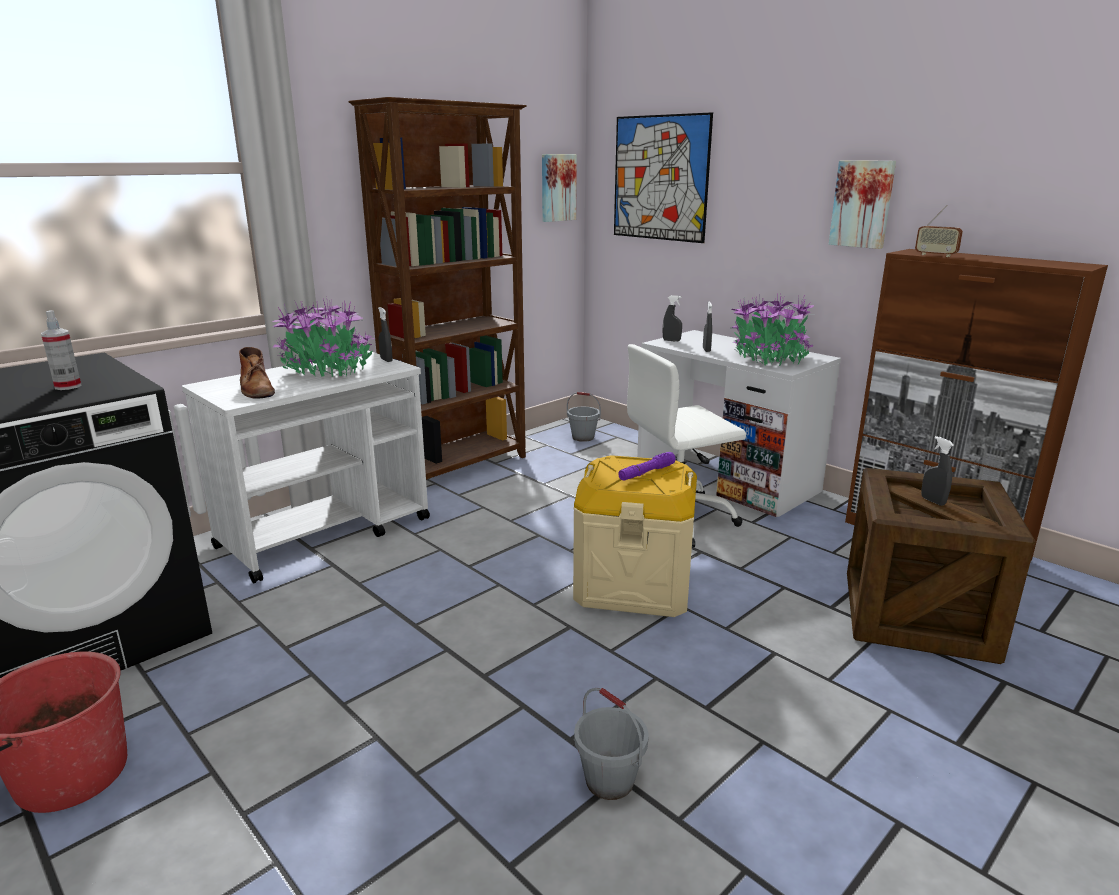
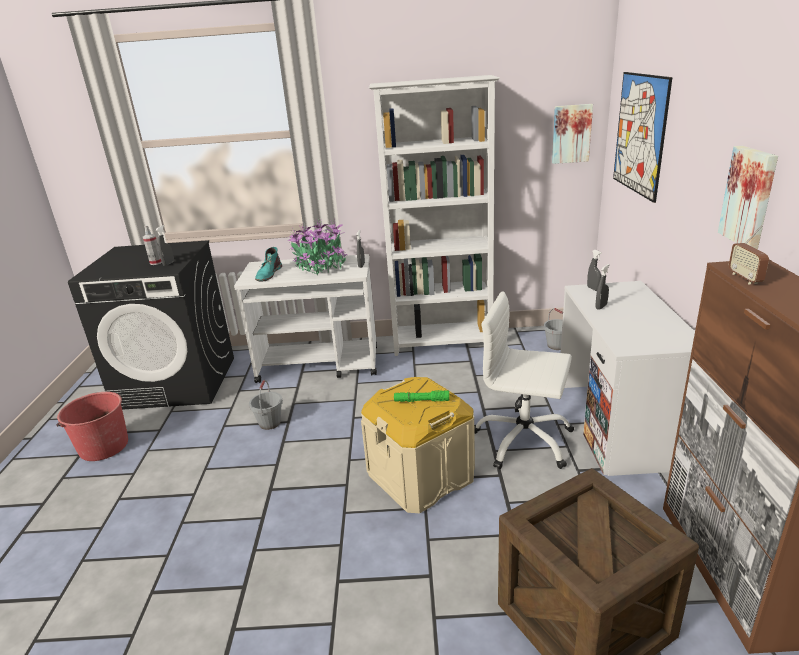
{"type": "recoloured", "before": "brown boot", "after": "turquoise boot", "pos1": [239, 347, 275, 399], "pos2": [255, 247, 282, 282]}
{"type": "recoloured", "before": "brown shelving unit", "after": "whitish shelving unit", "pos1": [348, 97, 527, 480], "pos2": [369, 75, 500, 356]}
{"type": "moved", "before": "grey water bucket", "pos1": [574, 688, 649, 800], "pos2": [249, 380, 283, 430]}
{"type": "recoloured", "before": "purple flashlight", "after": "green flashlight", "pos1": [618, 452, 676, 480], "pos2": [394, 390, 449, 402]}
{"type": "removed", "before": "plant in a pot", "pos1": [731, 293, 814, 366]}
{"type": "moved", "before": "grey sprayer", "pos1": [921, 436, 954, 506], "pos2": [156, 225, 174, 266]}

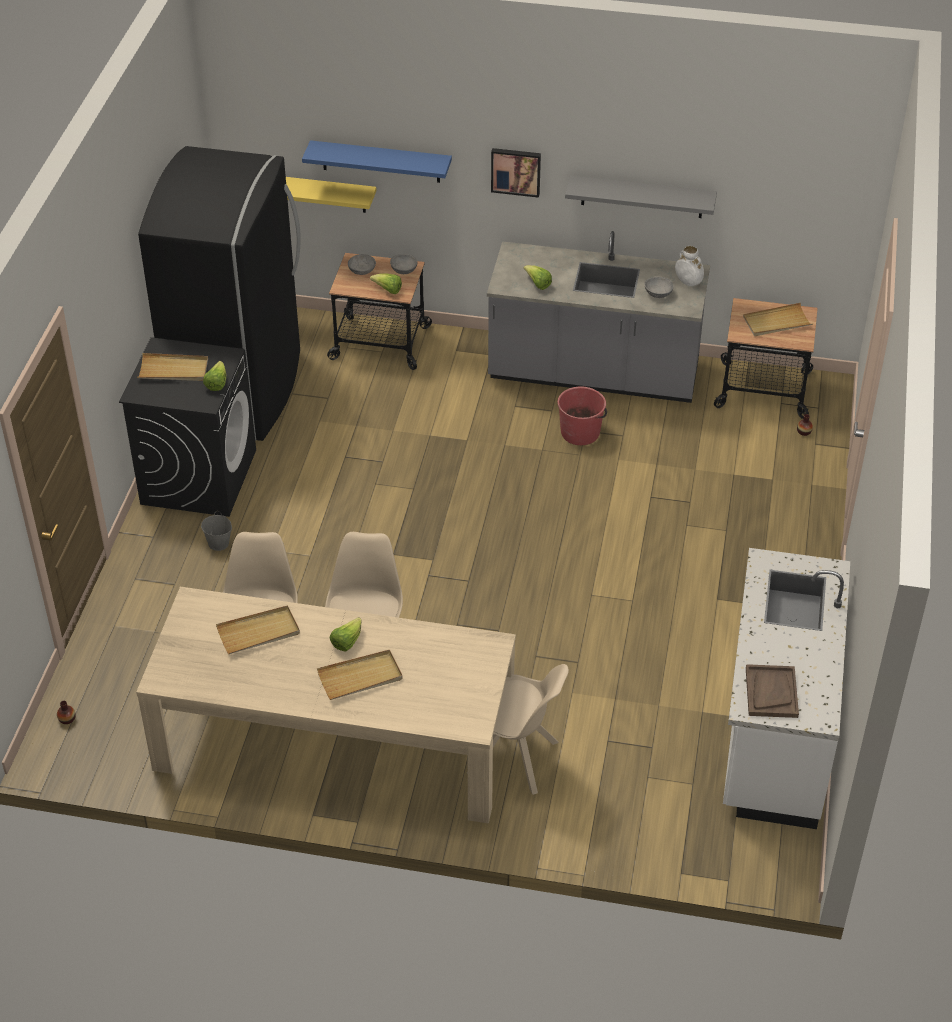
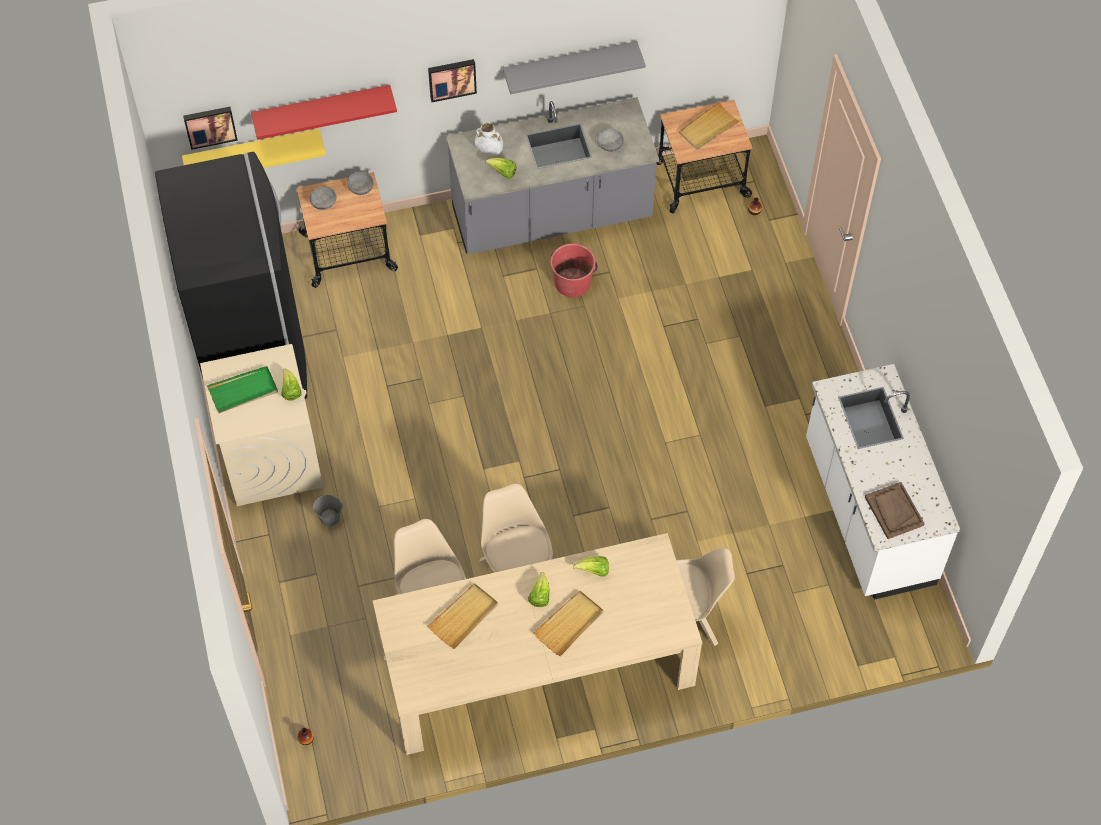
{"type": "recoloured", "before": "blackish washing machine", "after": "beige washing machine", "pos1": [119, 337, 256, 517], "pos2": [200, 344, 323, 506]}
{"type": "recoloured", "before": "beige tray", "after": "green tray", "pos1": [137, 353, 208, 381], "pos2": [207, 366, 278, 413]}
{"type": "recoloured", "before": "blue bracket shelf", "after": "red-coloured bracket shelf", "pos1": [302, 140, 452, 183], "pos2": [251, 85, 397, 140]}
{"type": "moved", "before": "lettuce head", "pos1": [370, 273, 402, 294], "pos2": [573, 556, 609, 577]}
{"type": "moved", "before": "whitish vase", "pos1": [675, 246, 704, 286], "pos2": [475, 123, 503, 156]}
{"type": "added", "after": "wall picture", "pos2": [183, 107, 238, 150]}

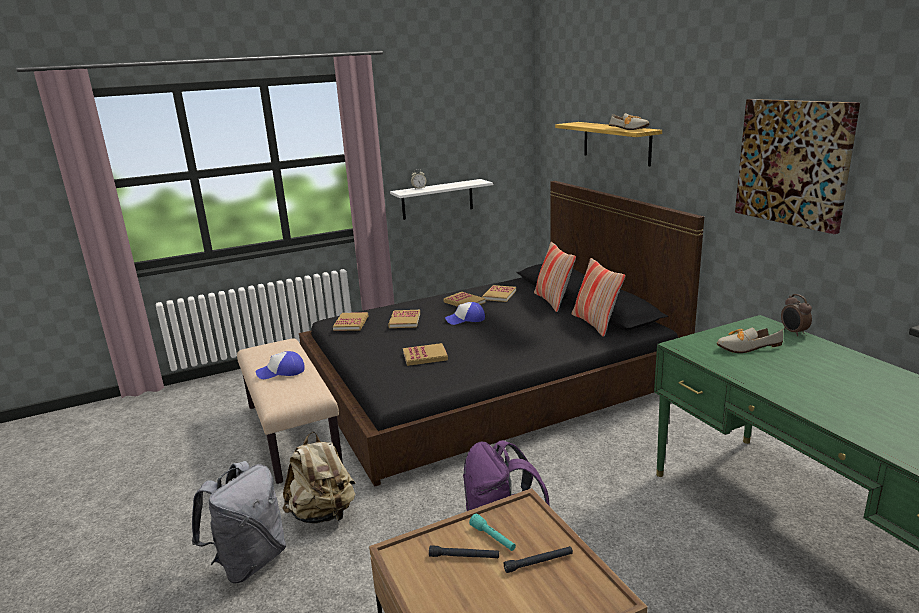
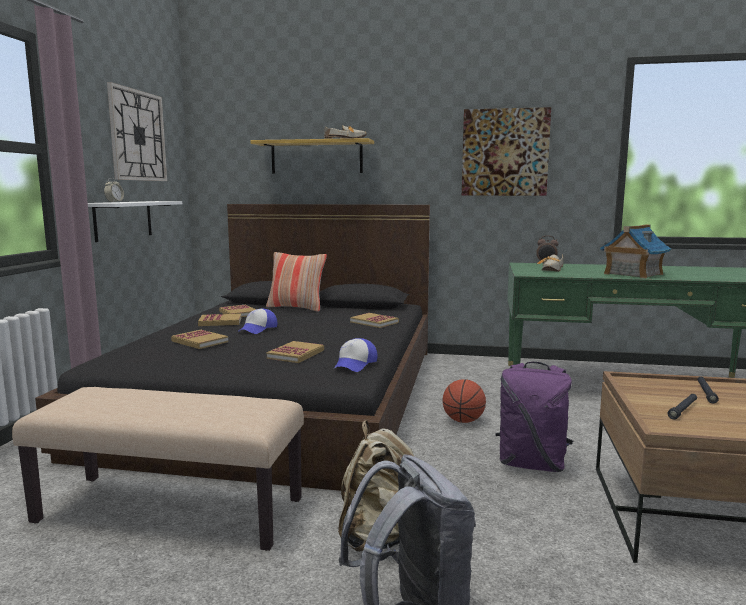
{"type": "moved", "before": "baseball cap", "pos1": [256, 351, 305, 379], "pos2": [334, 338, 377, 372]}
{"type": "moved", "before": "book", "pos1": [333, 312, 368, 331], "pos2": [350, 313, 399, 328]}
{"type": "removed", "before": "turquoise flashlight", "pos1": [469, 514, 516, 551]}
{"type": "removed", "before": "cushion", "pos1": [572, 258, 625, 337]}
{"type": "added", "after": "wall clock", "pos2": [107, 82, 167, 181]}
{"type": "added", "after": "ball for basketball", "pos2": [442, 379, 486, 423]}
{"type": "added", "after": "toy house", "pos2": [600, 225, 671, 279]}

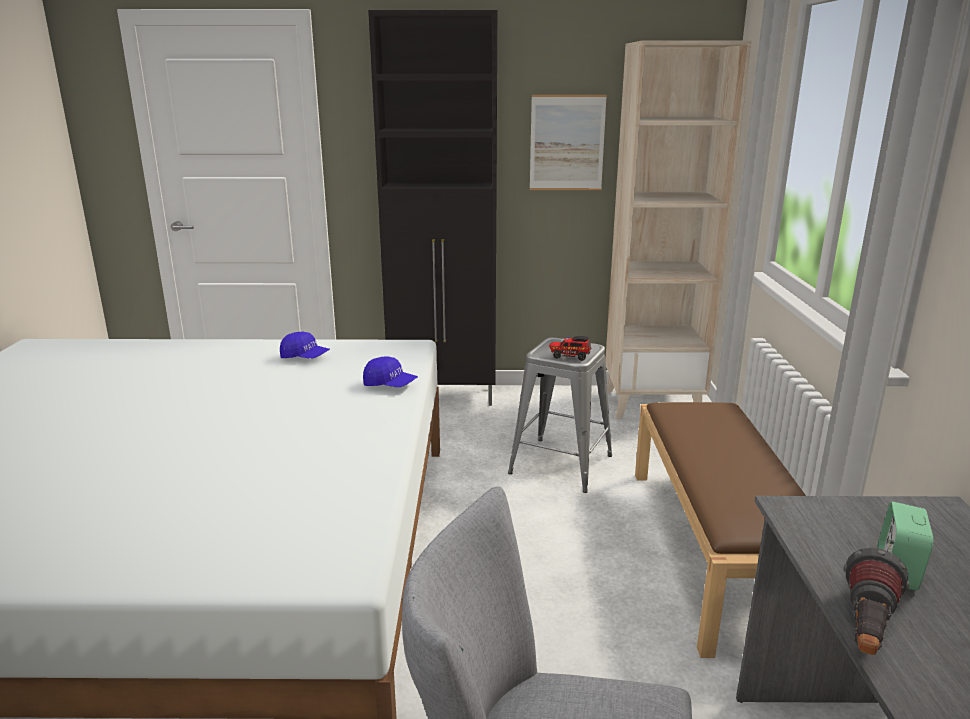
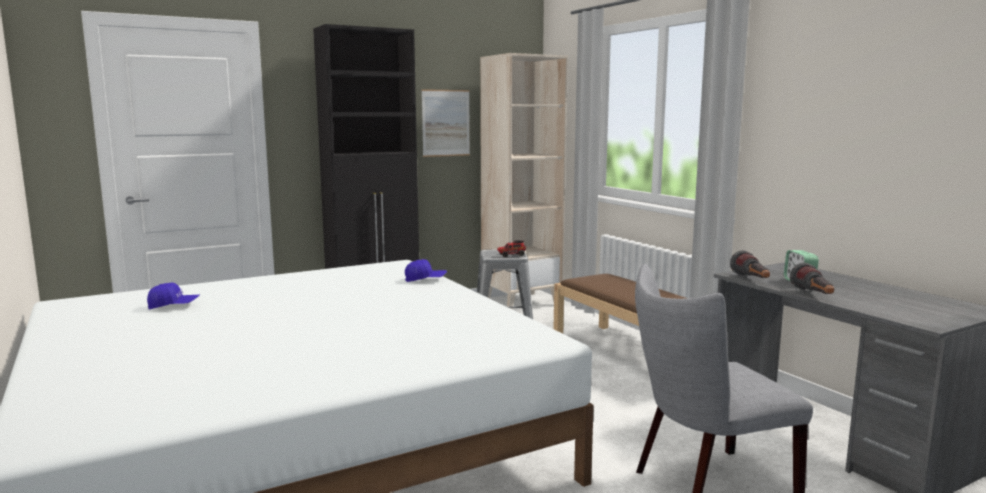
{"type": "moved", "before": "blue baseball cap", "pos1": [280, 332, 330, 359], "pos2": [147, 283, 199, 309]}
{"type": "added", "after": "flashlight", "pos2": [730, 250, 770, 278]}

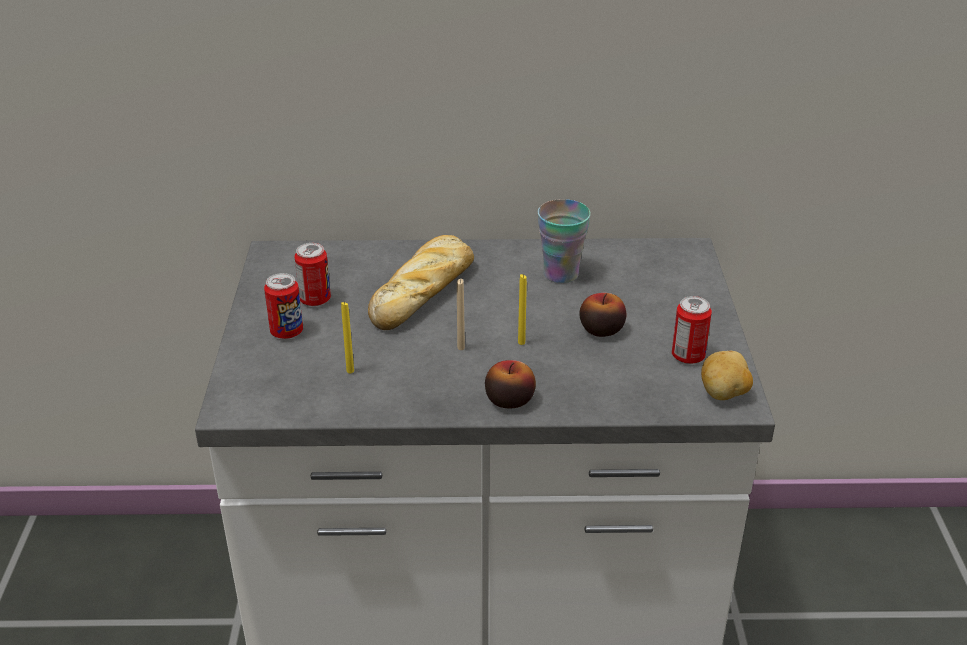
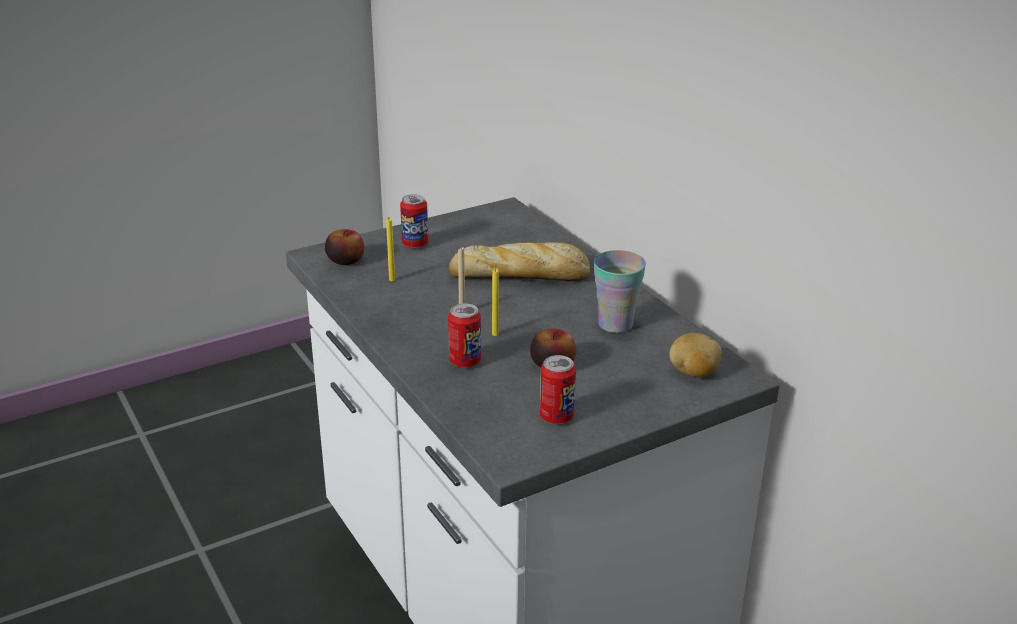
{"type": "moved", "before": "can", "pos1": [294, 243, 331, 306], "pos2": [448, 303, 481, 368]}
{"type": "moved", "before": "apple", "pos1": [485, 360, 536, 408], "pos2": [325, 229, 364, 265]}
{"type": "moved", "before": "spud", "pos1": [701, 350, 753, 400], "pos2": [670, 333, 722, 377]}

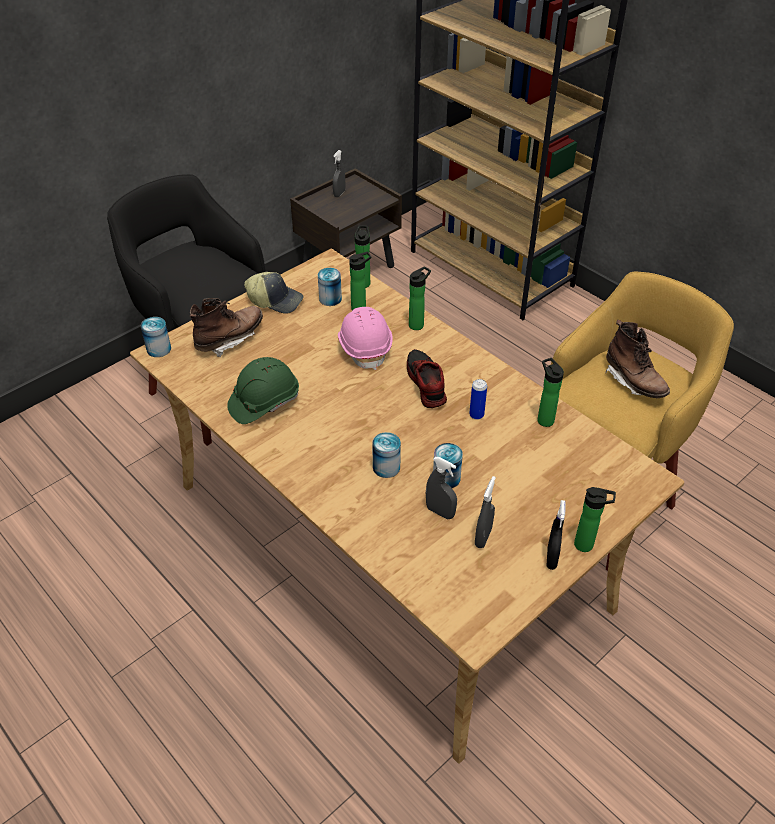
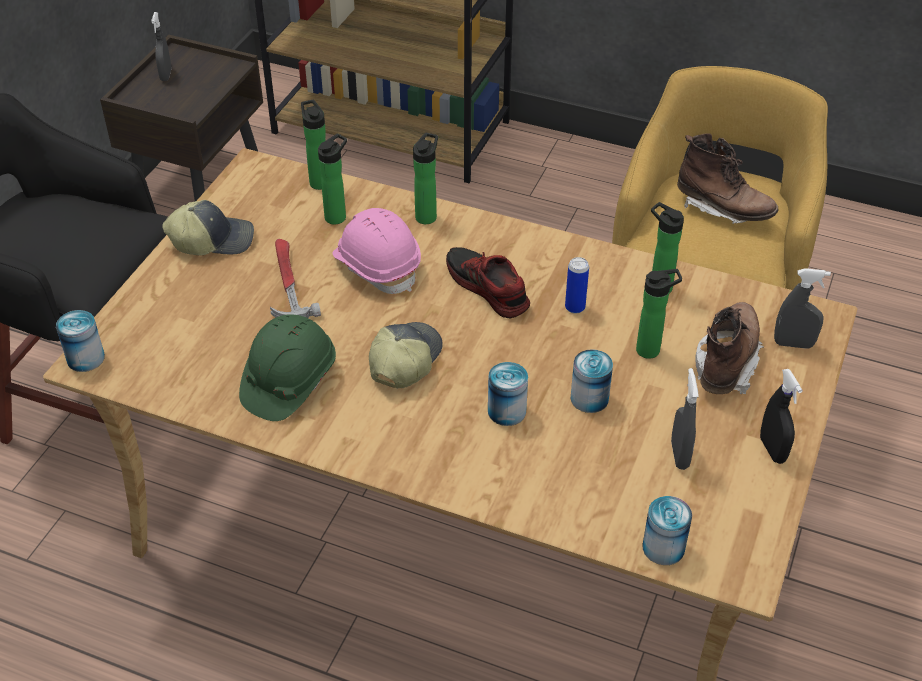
{"type": "moved", "before": "brown boot", "pos1": [190, 298, 263, 358], "pos2": [695, 302, 764, 394]}
{"type": "moved", "before": "can", "pos1": [318, 268, 342, 306], "pos2": [642, 496, 692, 565]}
{"type": "moved", "before": "grey sprayer", "pos1": [426, 457, 457, 519], "pos2": [774, 268, 831, 349]}
{"type": "moved", "before": "beverage bottle", "pos1": [574, 487, 616, 552], "pos2": [636, 269, 682, 359]}
{"type": "added", "after": "hammer", "pos2": [270, 239, 321, 318]}
{"type": "added", "after": "baseball cap", "pos2": [369, 322, 443, 388]}

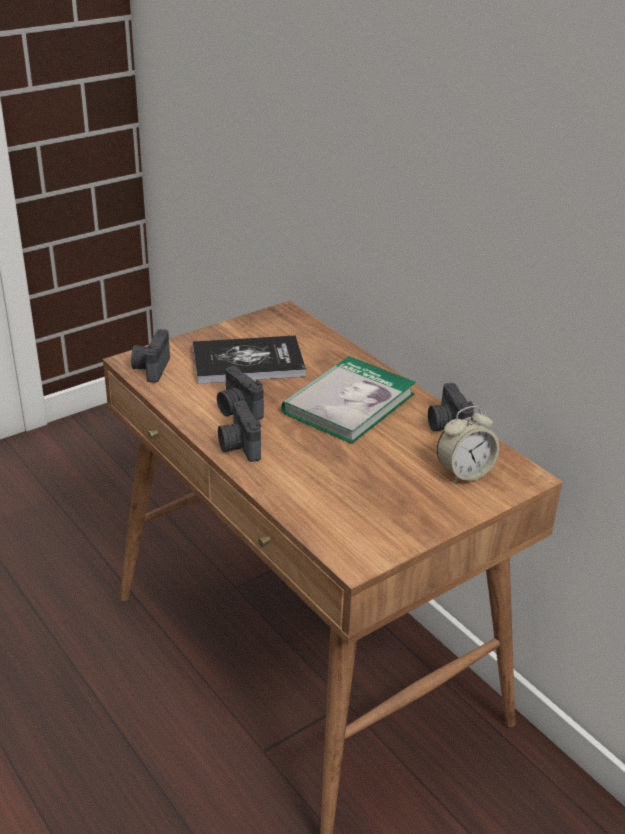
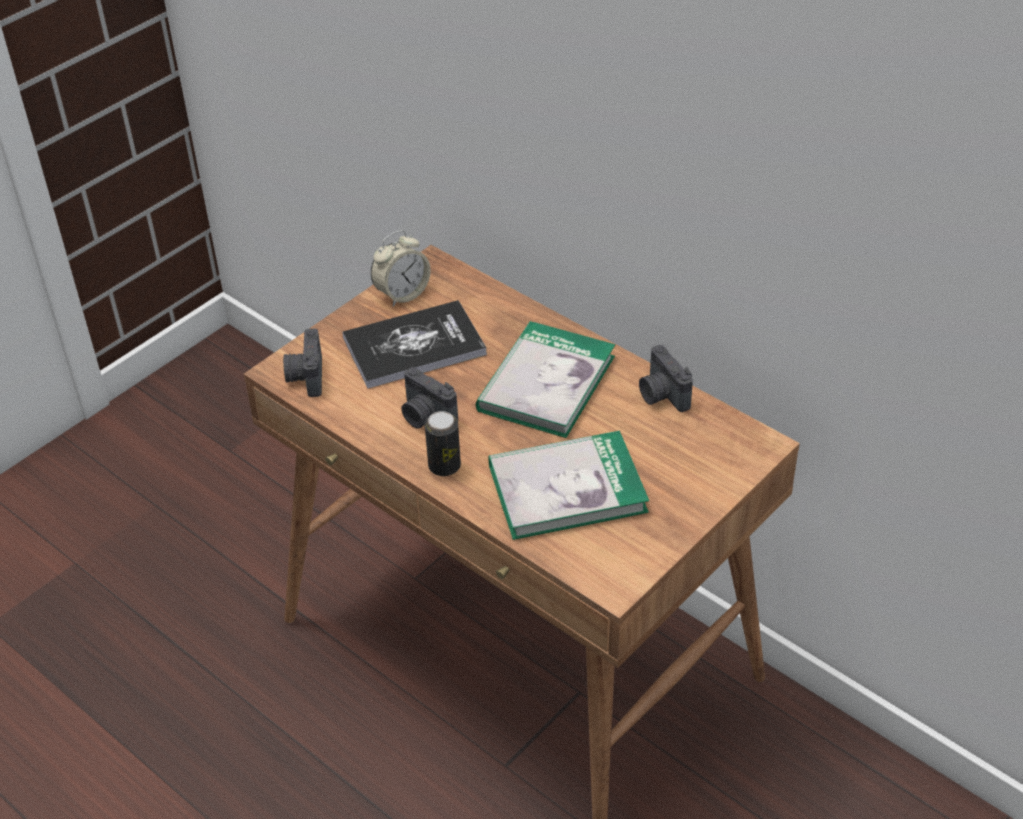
{"type": "replaced", "before": "still camera", "after": "can", "pos1": [218, 401, 261, 462], "pos2": [425, 411, 461, 476]}
{"type": "moved", "before": "table clock", "pos1": [437, 406, 499, 483], "pos2": [371, 230, 431, 307]}
{"type": "added", "after": "book", "pos2": [488, 431, 649, 540]}

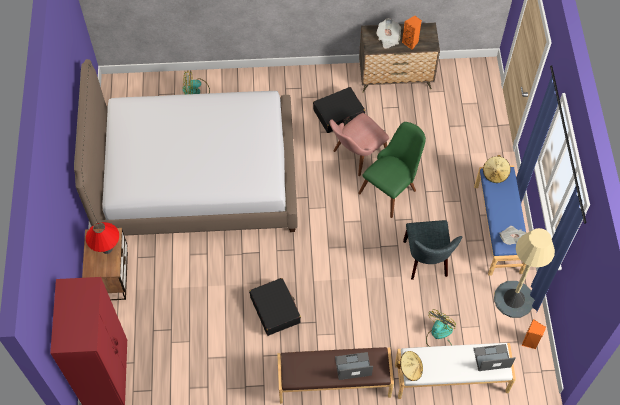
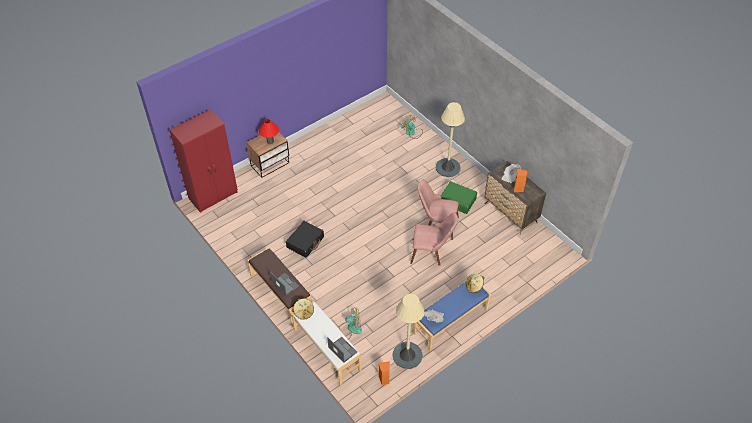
{"type": "removed", "before": "bed", "pos1": [74, 59, 298, 236]}
{"type": "recoloured", "before": "blackish piece of luggage", "after": "green piece of luggage", "pos1": [313, 87, 365, 133], "pos2": [441, 181, 477, 214]}
{"type": "recoloured", "before": "green plain chair", "after": "pink plain chair", "pos1": [358, 122, 426, 218], "pos2": [410, 212, 458, 266]}
{"type": "removed", "before": "grey plain chair", "pos1": [403, 220, 462, 280]}
{"type": "added", "after": "beige standard lamp", "pos2": [436, 102, 465, 177]}

